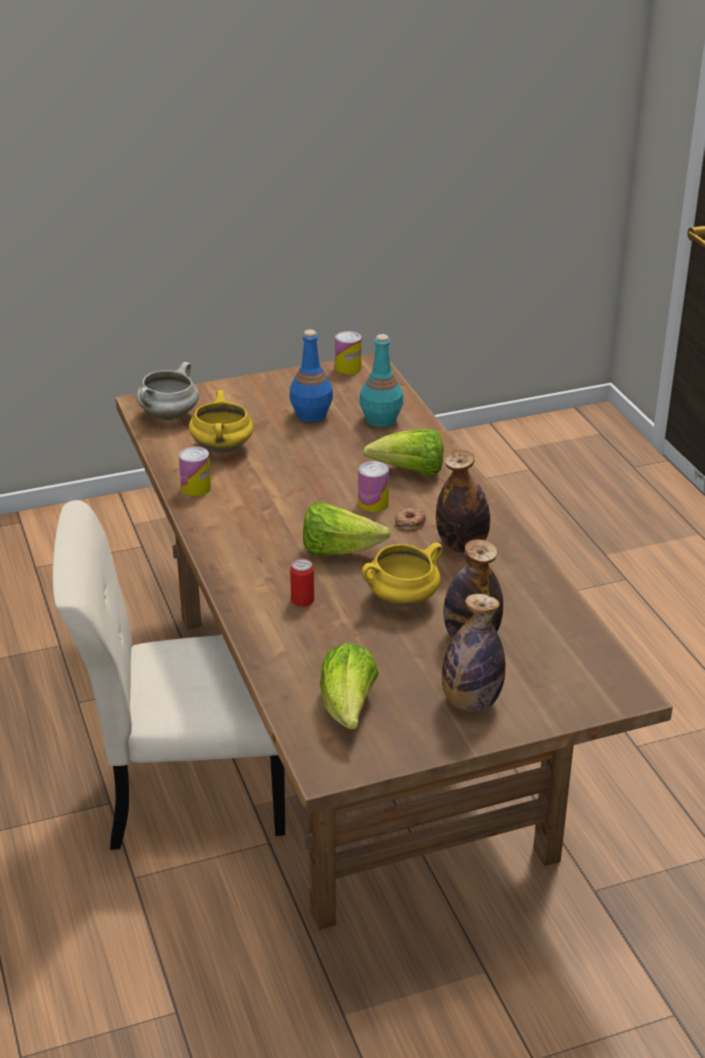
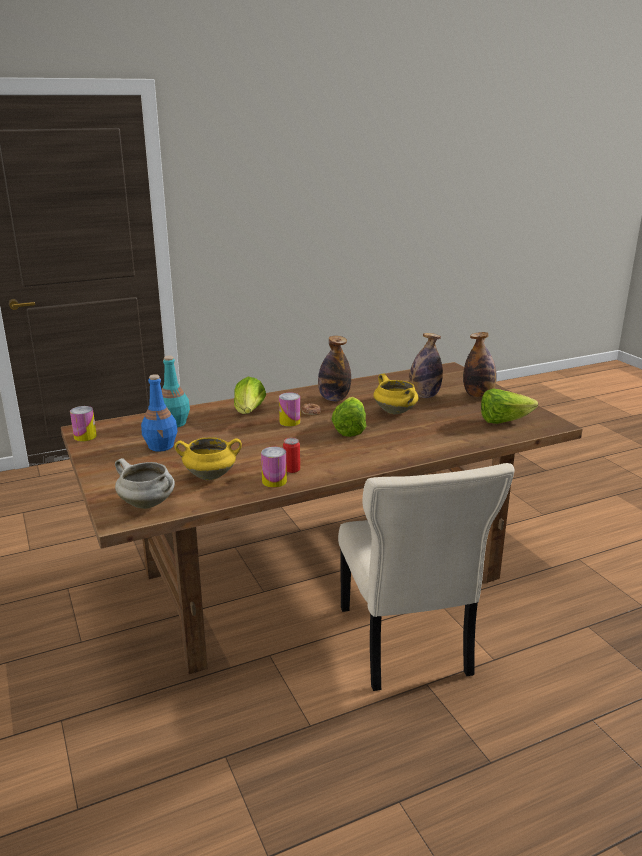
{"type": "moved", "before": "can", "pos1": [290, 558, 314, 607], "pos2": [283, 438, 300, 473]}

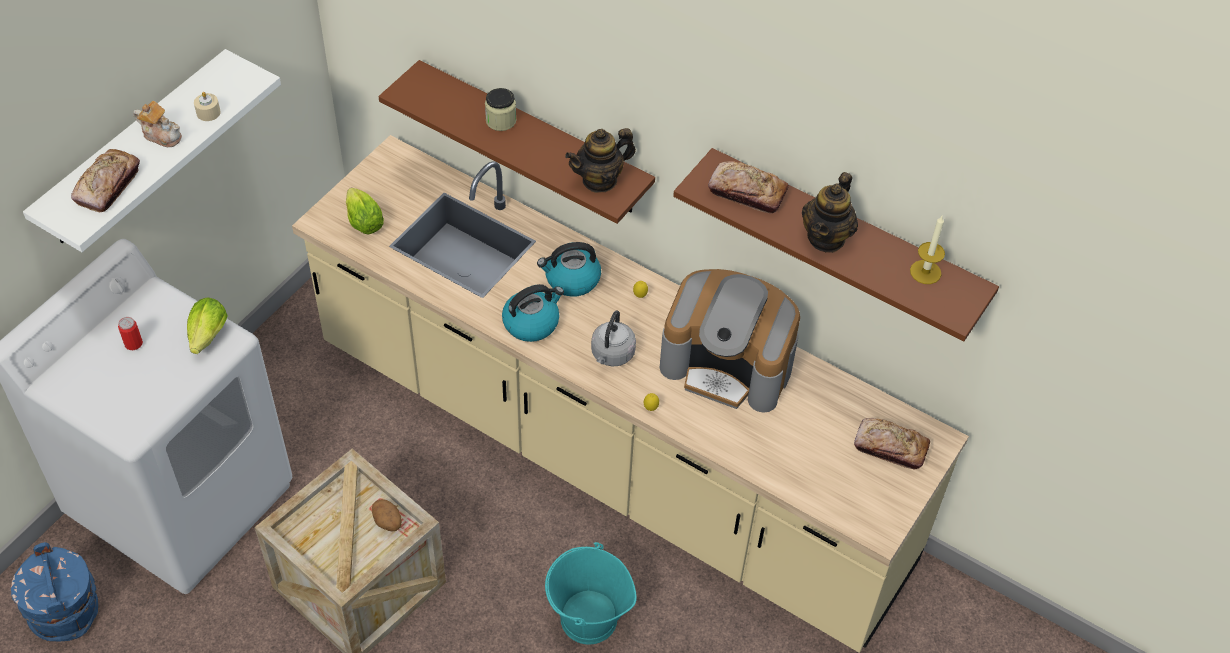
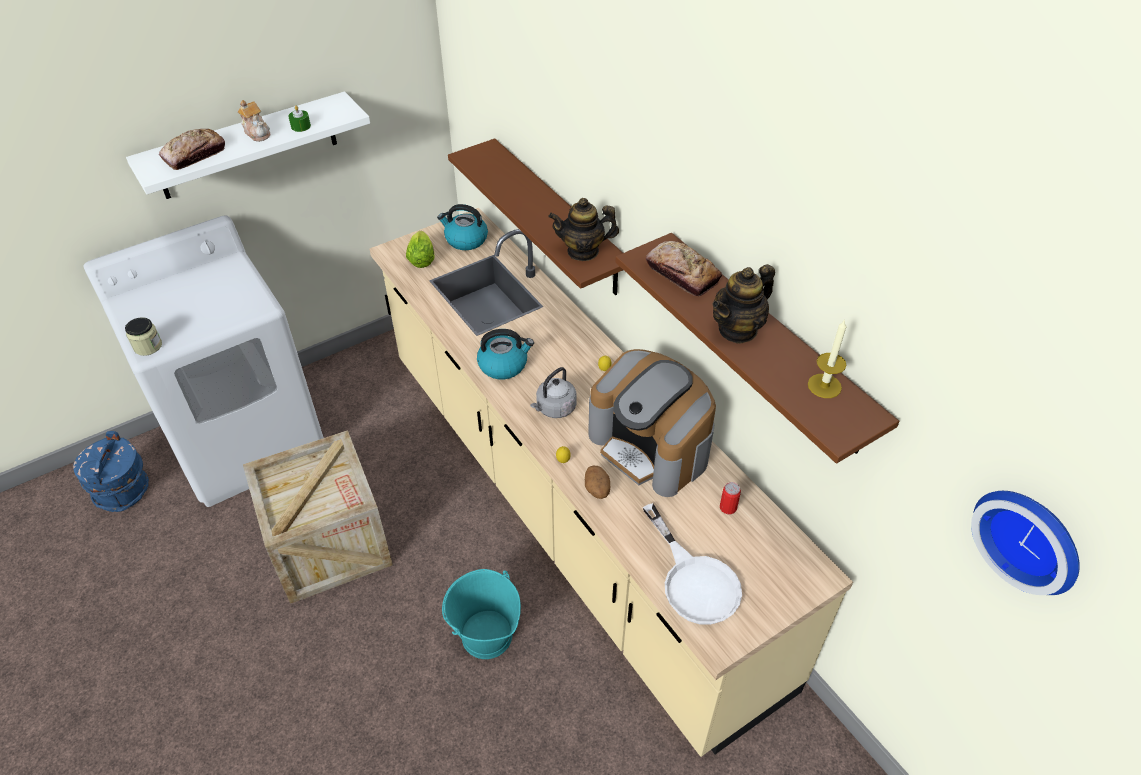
{"type": "moved", "before": "can", "pos1": [118, 317, 143, 350], "pos2": [720, 482, 741, 514]}
{"type": "removed", "before": "lettuce head", "pos1": [187, 297, 227, 354]}
{"type": "recoloured", "before": "beige candle", "after": "green candle", "pos1": [194, 92, 221, 121], "pos2": [288, 106, 311, 132]}
{"type": "moved", "before": "spud", "pos1": [372, 499, 402, 531], "pos2": [585, 466, 610, 499]}
{"type": "moved", "before": "storage jar", "pos1": [485, 88, 516, 131], "pos2": [125, 317, 162, 356]}
{"type": "moved", "before": "water kettle", "pos1": [537, 242, 601, 297], "pos2": [437, 204, 488, 250]}
{"type": "removed", "before": "bread", "pos1": [854, 418, 930, 470]}
{"type": "added", "after": "whitish pan", "pos2": [643, 503, 742, 625]}
{"type": "added", "after": "wall clock", "pos2": [971, 491, 1080, 595]}

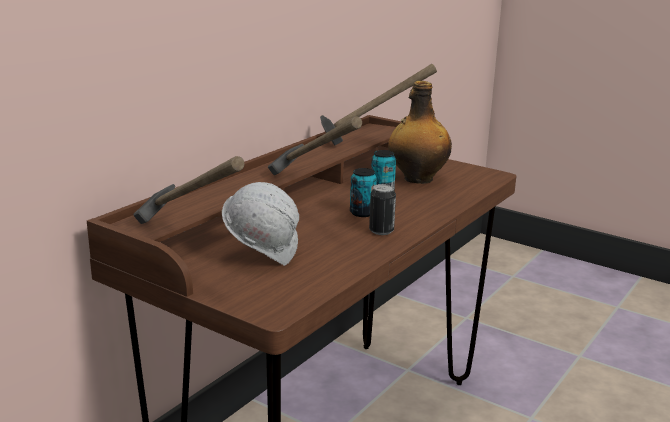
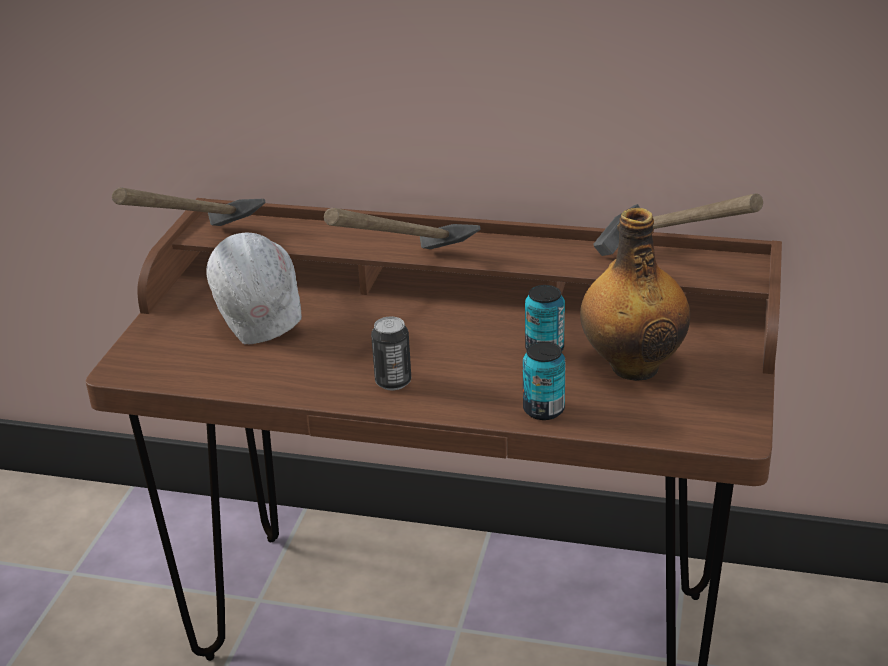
{"type": "moved", "before": "can", "pos1": [350, 168, 377, 217], "pos2": [523, 341, 566, 420]}

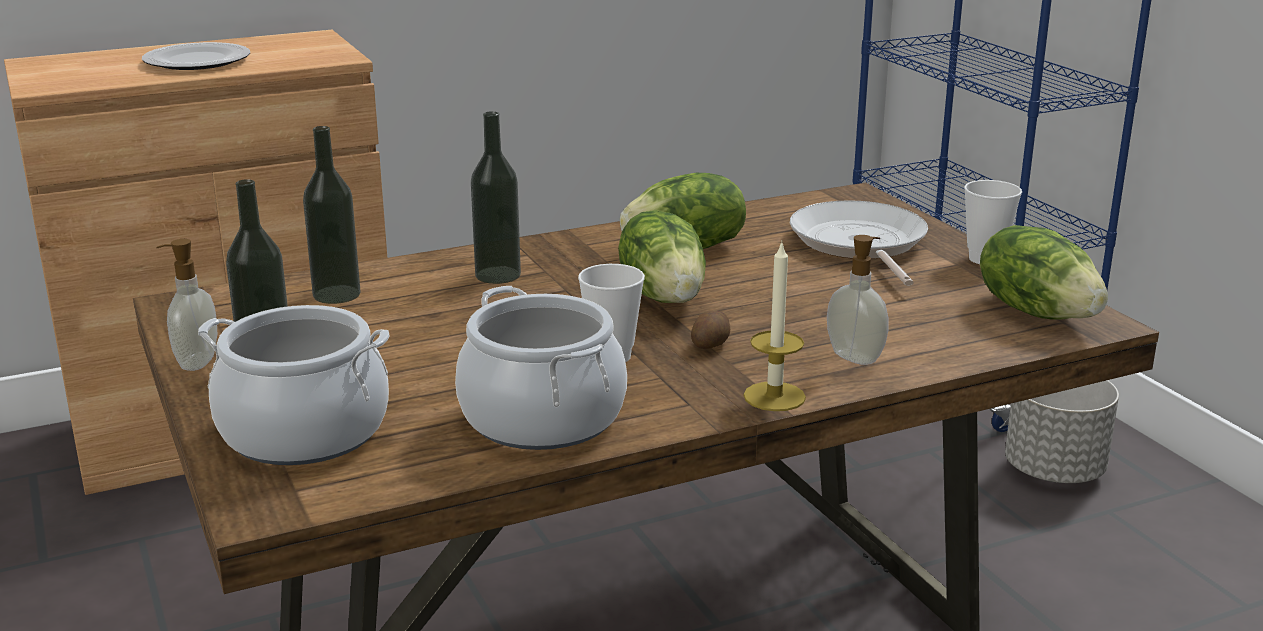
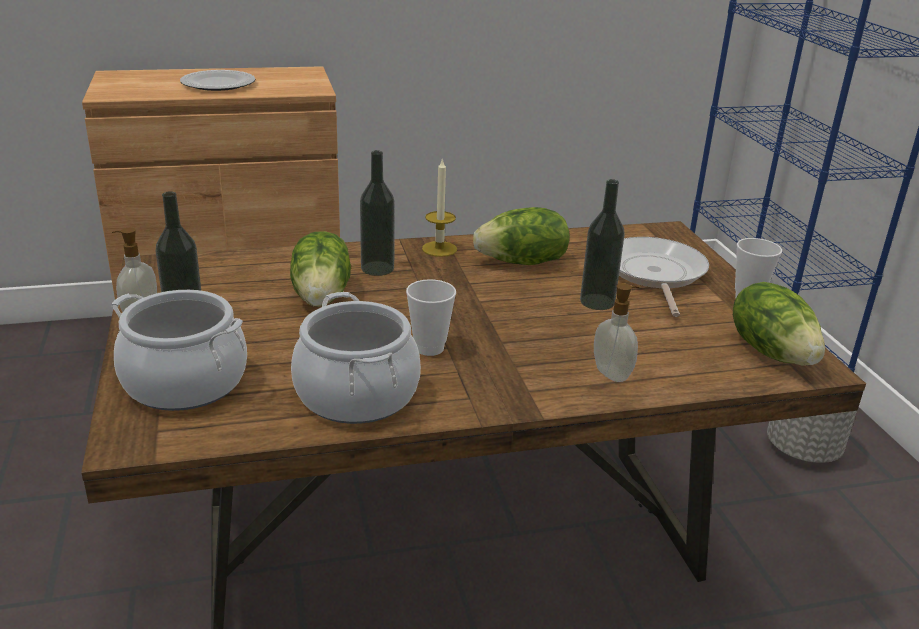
{"type": "moved", "before": "beverage bottle", "pos1": [303, 126, 361, 304], "pos2": [580, 179, 625, 310]}
{"type": "moved", "before": "lettuce head", "pos1": [618, 210, 706, 303], "pos2": [290, 231, 351, 307]}
{"type": "removed", "before": "spud", "pos1": [691, 311, 730, 349]}
{"type": "moved", "before": "candle", "pos1": [743, 240, 806, 411], "pos2": [422, 158, 457, 257]}

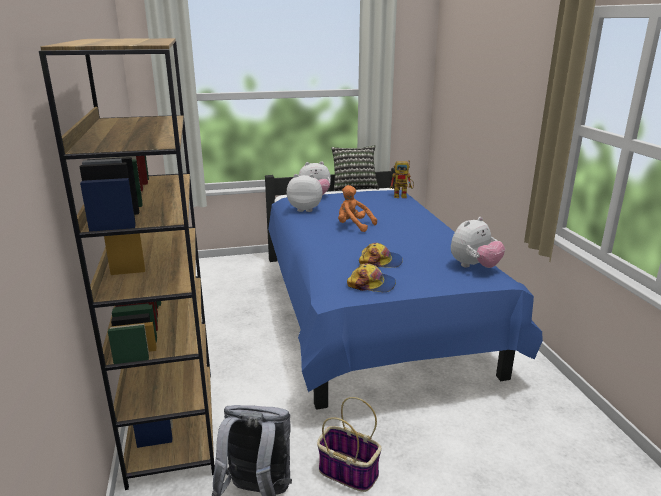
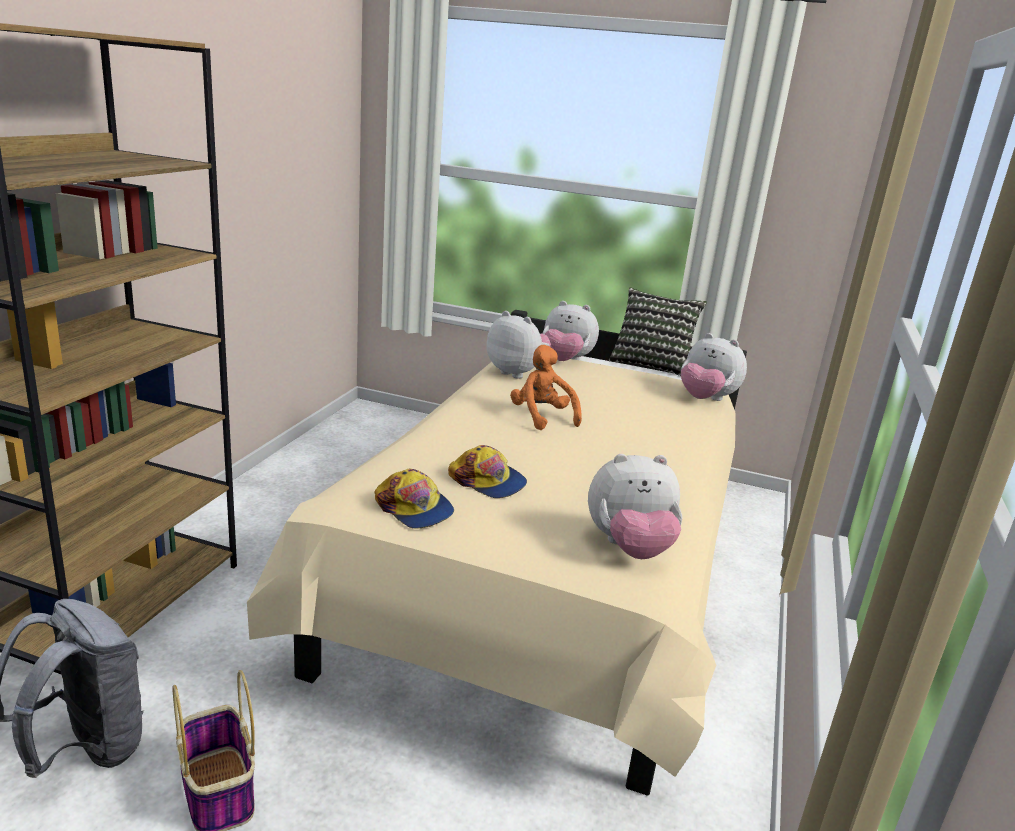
{"type": "recoloured", "before": "blue bed", "after": "beige bed", "pos1": [265, 168, 543, 410], "pos2": [247, 310, 747, 796]}
{"type": "replaced", "before": "toy robot", "after": "cuddly toy", "pos1": [390, 160, 414, 198], "pos2": [681, 333, 747, 401]}

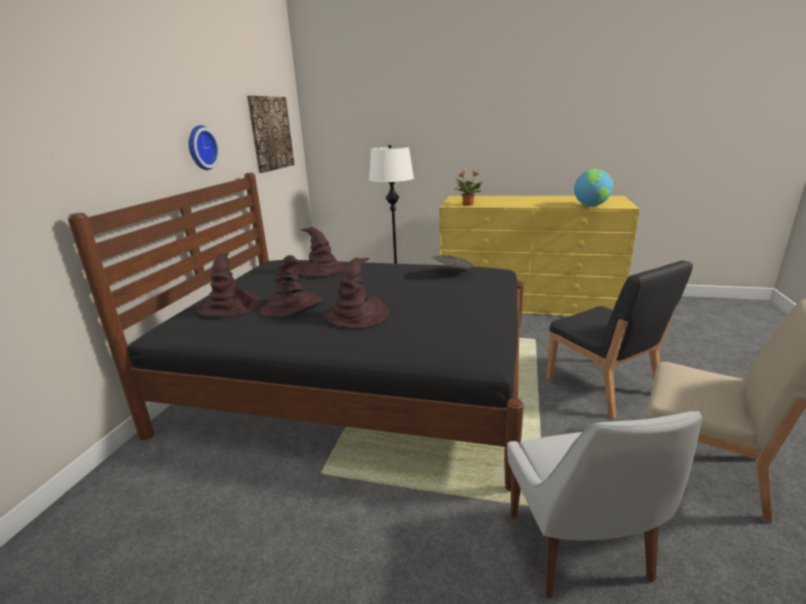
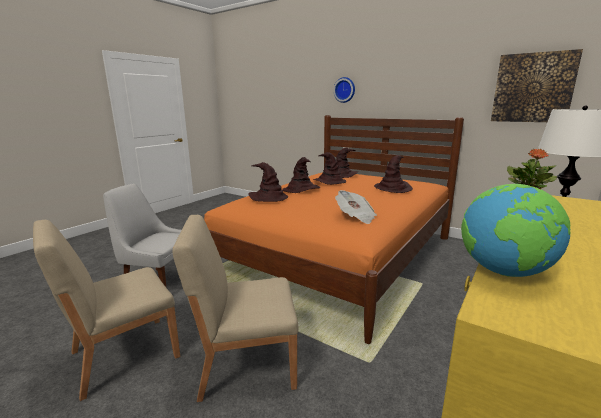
{"type": "recoloured", "before": "blackish bed", "after": "orangey bed", "pos1": [67, 173, 524, 491], "pos2": [204, 115, 464, 344]}
{"type": "moved", "before": "wall clock", "pos1": [189, 125, 220, 170], "pos2": [333, 77, 355, 103]}
{"type": "recoloured", "before": "blackish plain chair", "after": "beige plain chair", "pos1": [546, 261, 693, 419], "pos2": [172, 215, 298, 402]}
{"type": "added", "after": "brown wearable hat", "pos2": [249, 162, 288, 202]}

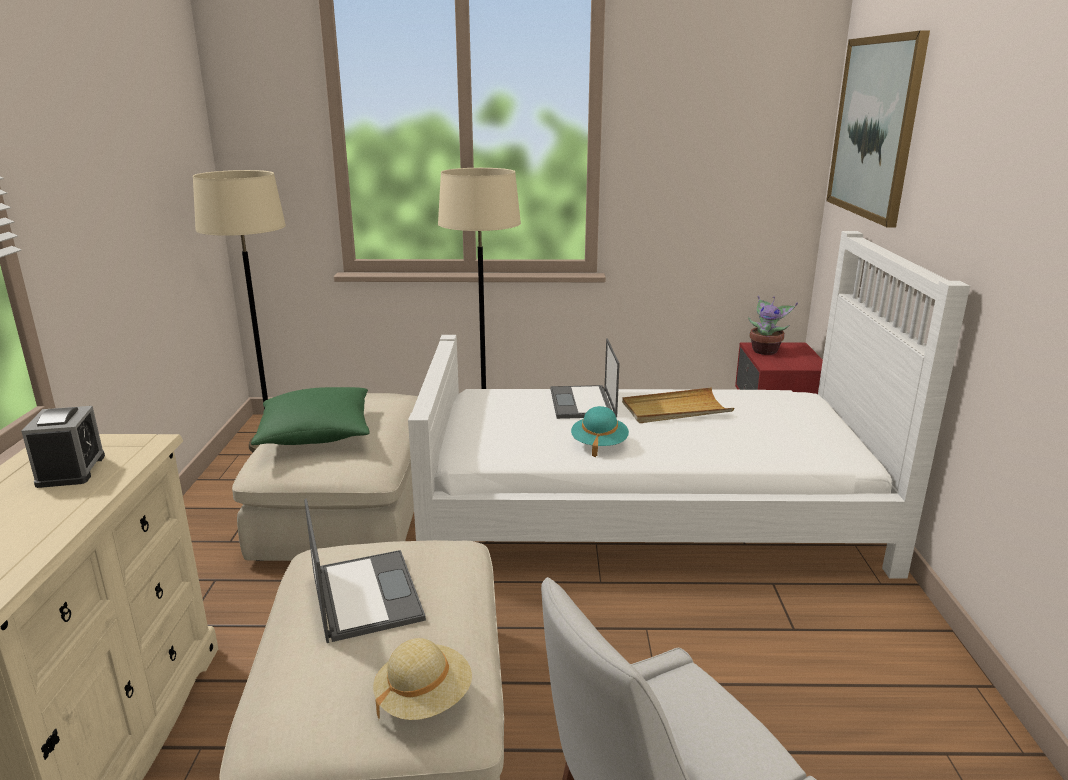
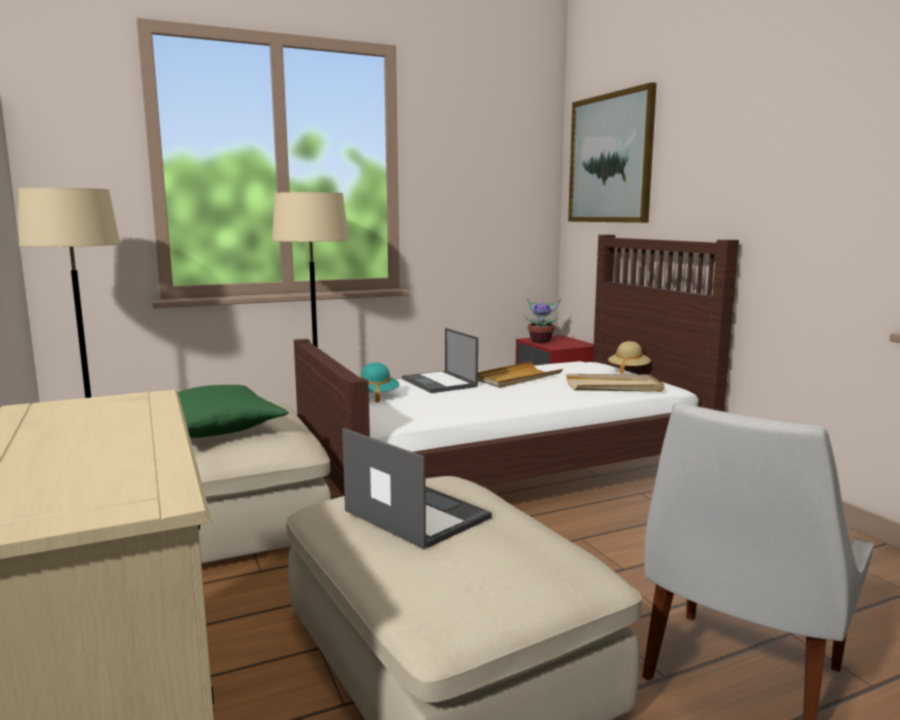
{"type": "removed", "before": "table clock", "pos1": [21, 406, 105, 488]}
{"type": "moved", "before": "beige wearable hat", "pos1": [373, 638, 472, 720], "pos2": [608, 341, 651, 374]}
{"type": "recoloured", "before": "whitish bed", "after": "brown bed", "pos1": [408, 231, 970, 579], "pos2": [294, 235, 739, 496]}
{"type": "moved", "before": "turquoise wearable hat", "pos1": [571, 406, 629, 458], "pos2": [360, 363, 400, 403]}
{"type": "added", "after": "beige tray", "pos2": [566, 374, 664, 392]}

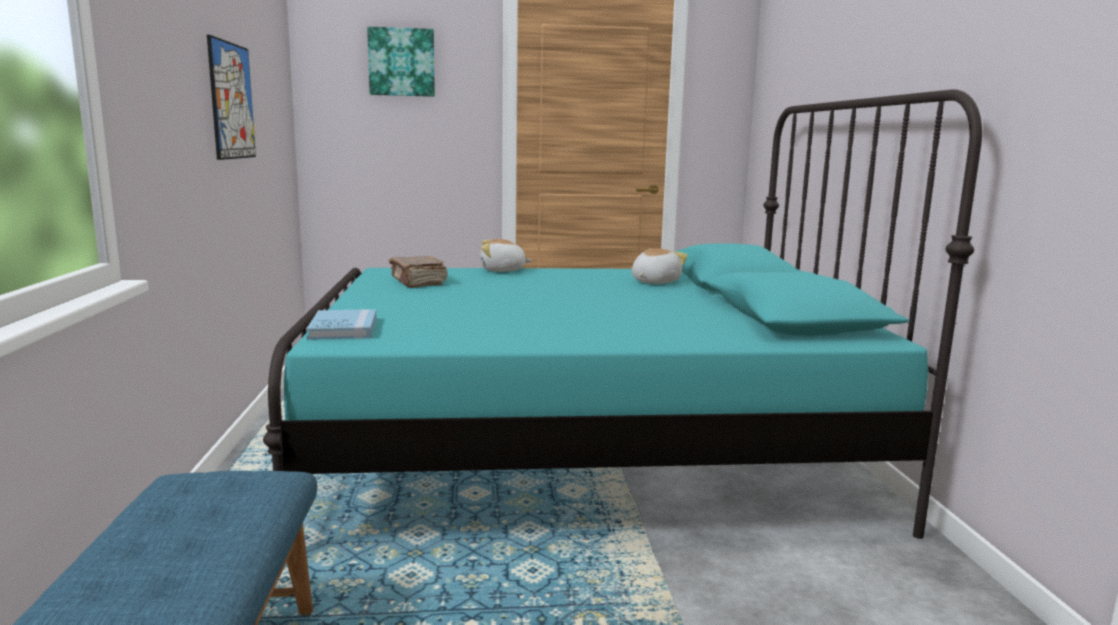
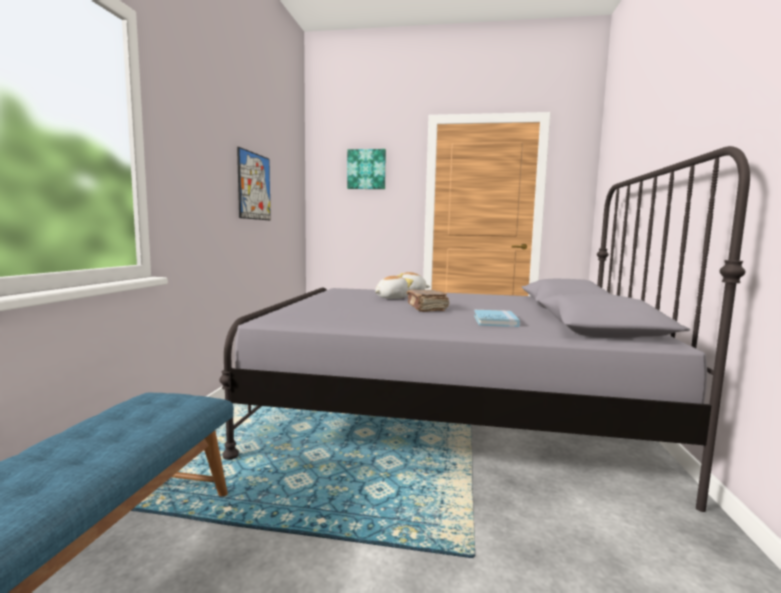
{"type": "recoloured", "before": "turquoise bed", "after": "grey bed", "pos1": [263, 89, 982, 539], "pos2": [219, 146, 750, 512]}
{"type": "moved", "before": "blue book", "pos1": [306, 309, 377, 340], "pos2": [474, 310, 520, 327]}
{"type": "moved", "before": "brown book", "pos1": [389, 256, 448, 288], "pos2": [407, 289, 449, 312]}
{"type": "moved", "before": "cuddly toy", "pos1": [632, 248, 688, 284], "pos2": [375, 276, 413, 299]}

